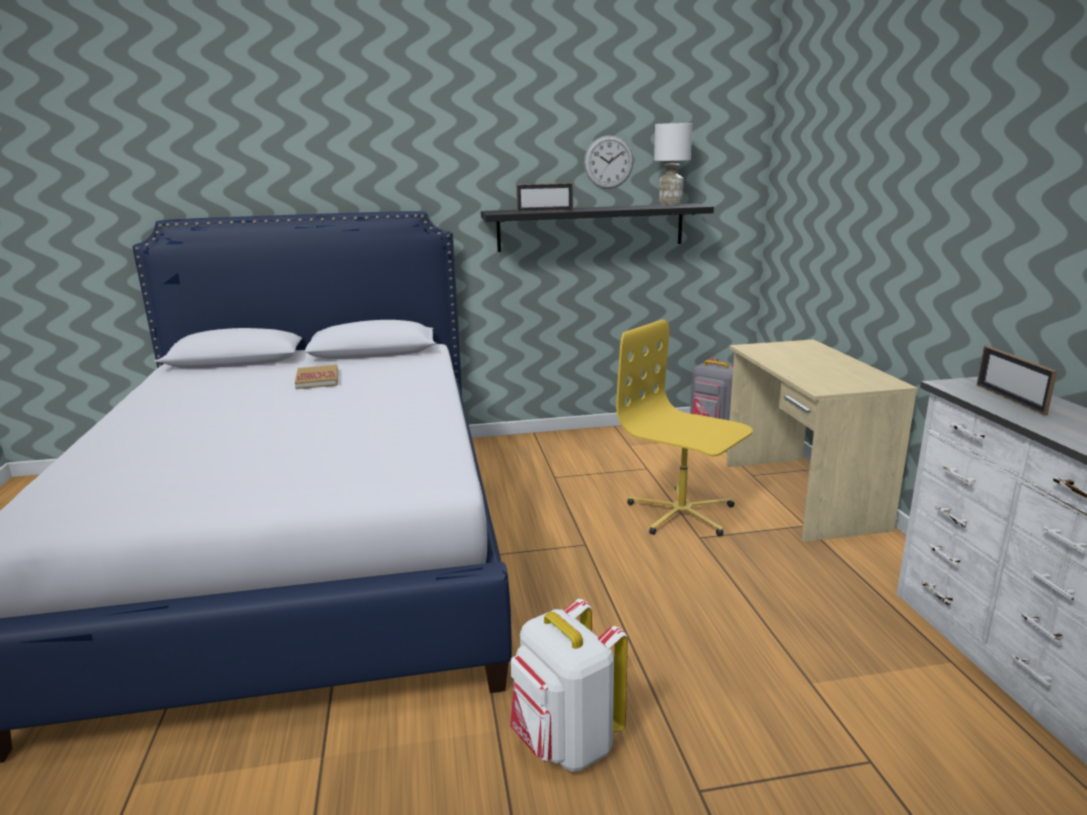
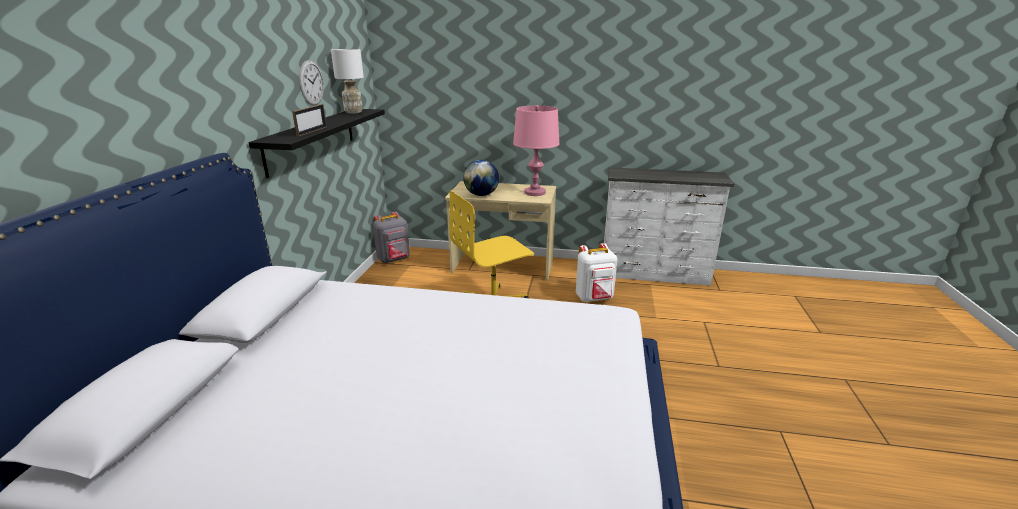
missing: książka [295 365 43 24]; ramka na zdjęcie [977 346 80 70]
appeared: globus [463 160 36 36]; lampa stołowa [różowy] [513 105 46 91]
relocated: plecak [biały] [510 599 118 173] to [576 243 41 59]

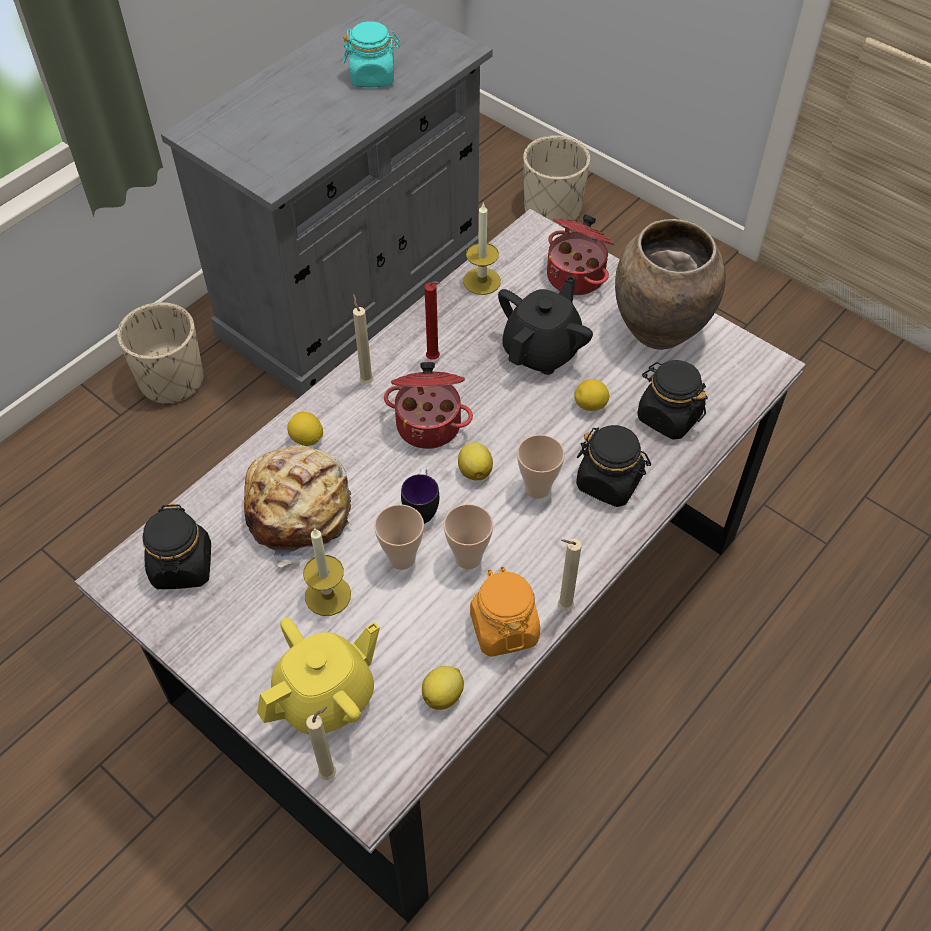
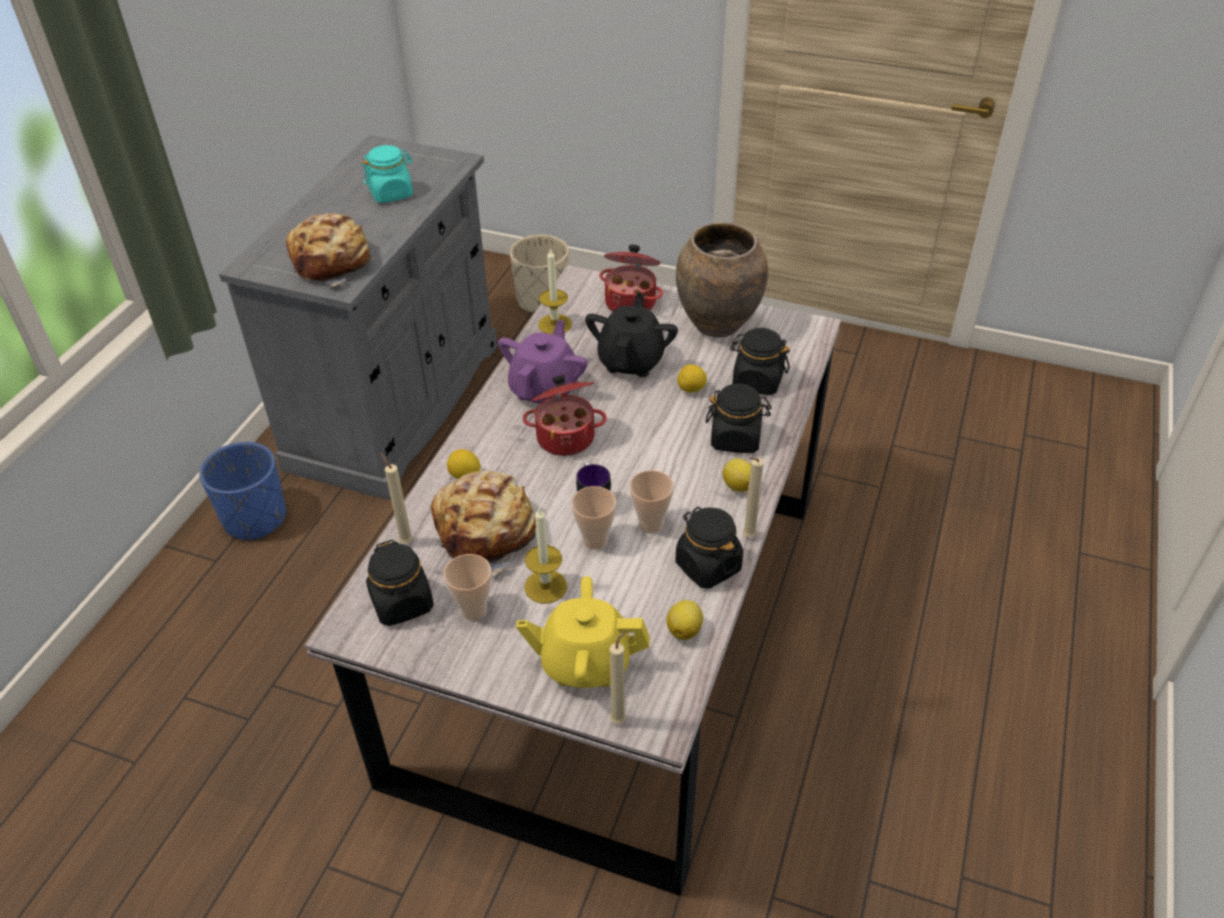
appeared: chleb [286 213 88 74]
relocated: świeca [beżowy] [353 294 20 90] to [381 453 32 91]; filiżanka [517 435 48 64] to [444 554 48 66]; cytryna [458 442 35 39] to [723 458 28 34]
exchanged: świeca [czerwony] [424 281 16 79] to imbryk [fioletowy] [498 320 90 84]
colour: donica [beżowy] [117 302 87 103] to donica [niebieski] [199 442 87 99]; słoik [pomarańczowy] [470 567 70 90] to słoik [czarny] [675 507 68 82]
spun: imbryk [żółty] [257 618 123 116] = [517 576 133 112] 120 degrees counterclockwise

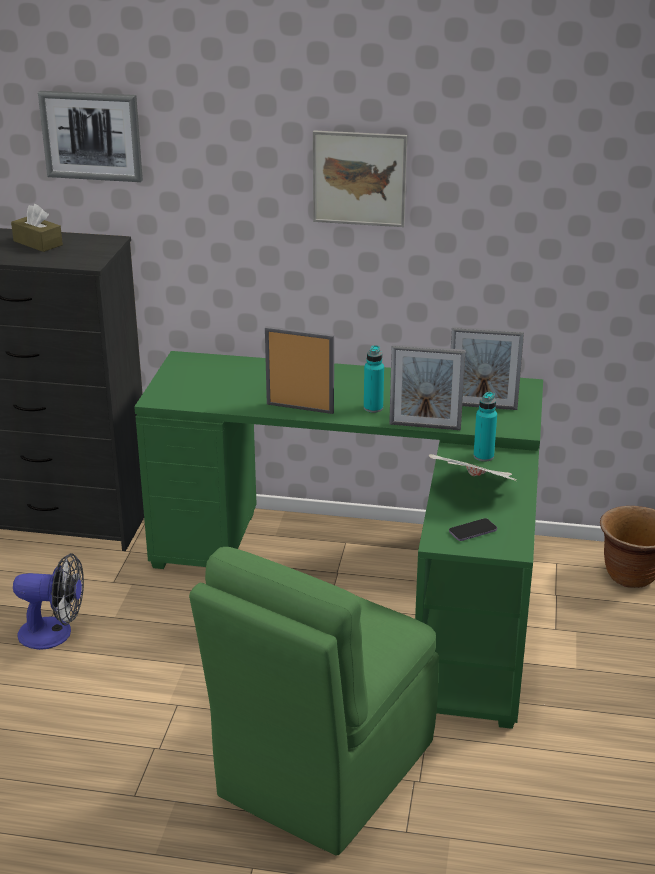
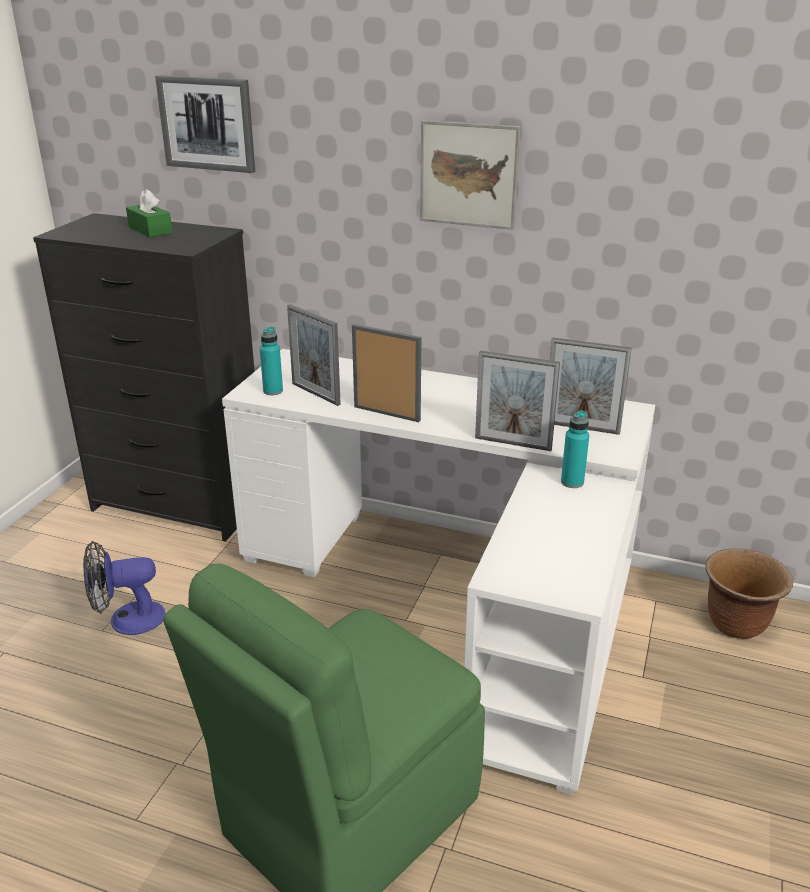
missing: gazeta [429 454 88 26]; telefon [449 518 48 23]
appeared: ramka na zdjęcie [287 304 54 102]
relocated: butelka [turkusowy] [364 345 20 68] to [260 327 23 68]
colour: pudełko chusteczek [brązowy] [11 204 52 48] to pudełko chusteczek [zielony] [126 189 47 48]; biurko [zielony] [134 351 409 378] to biurko [biały] [222 349 433 446]
spun: wentylator [13 553 71 97] = [83 541 82 94] 150 degrees clockwise

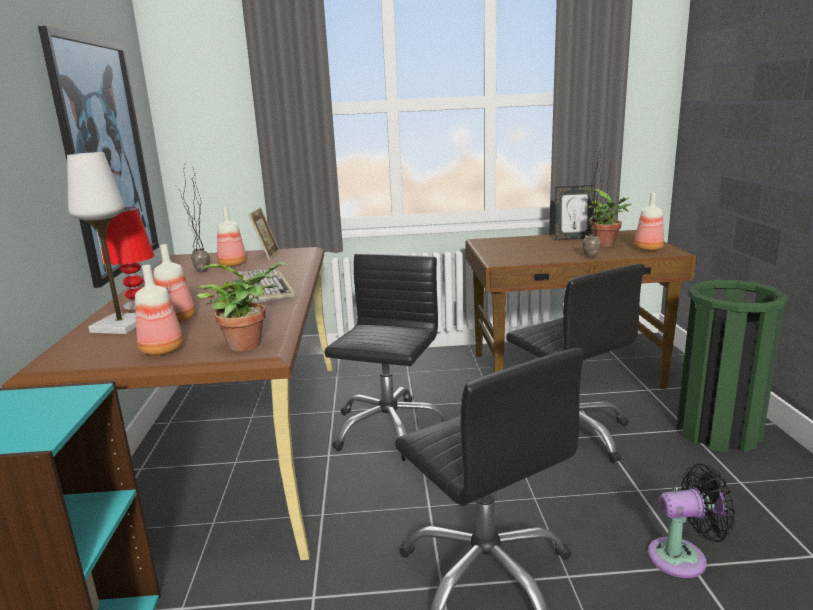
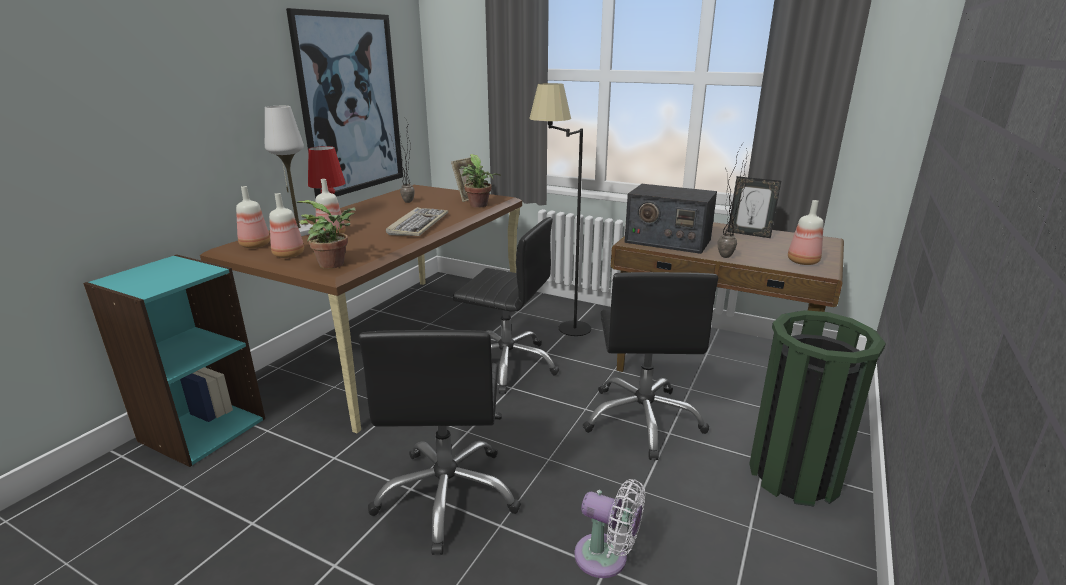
appeared: lampa stojąca [czarny] [529 83 62 253]; radio [624 184 93 70]
relocated: butelka [217 207 29 60] to [236 186 34 62]; roślina doniczkowa [588 189 44 58] to [459 154 42 54]
colour: wentylator [czarny] [648 463 87 115] to wentylator [biały] [574 479 71 99]
spun: krzesło biurowe [czarny] [324 254 125 207] = [453 217 106 177] 60 degrees clockwise

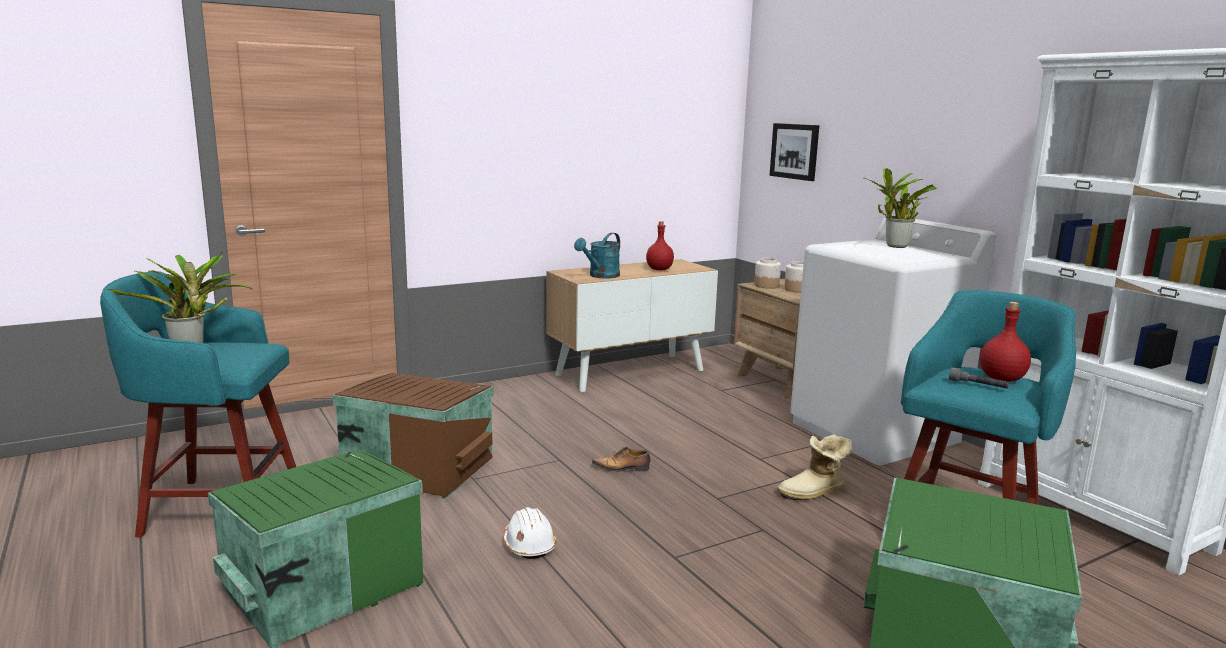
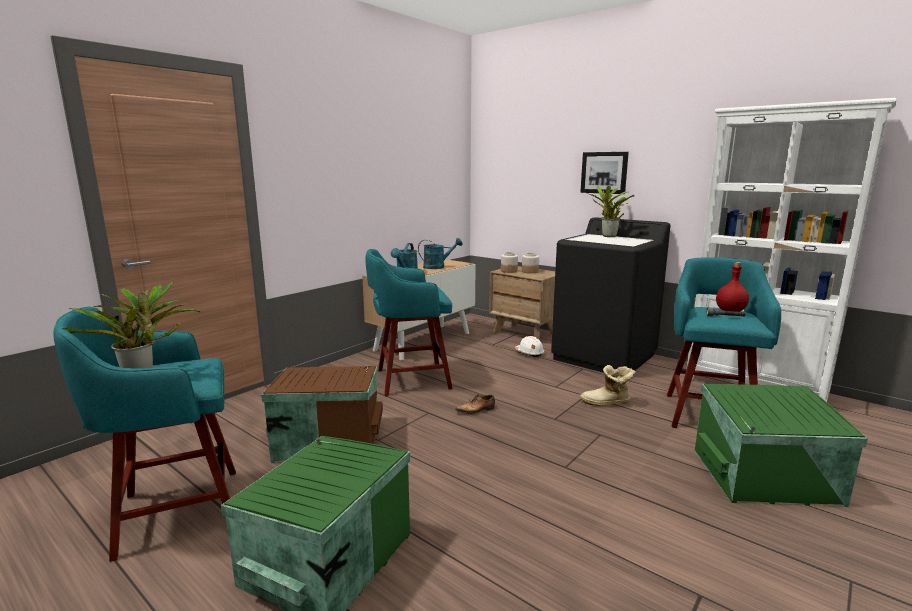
appeared: stołek [turkusowy] [365 249 88 147]
relocated: kask [biały] [503 507 54 52] to [515 336 30 21]; obraz [769 123 50 58] to [580 152 49 42]
exchanged: butelka [czerwony] [646 221 28 49] to konewka [turkusowy] [418 238 45 31]
colour: pralka [biały] [790 215 206 250] to pralka [czarny] [551 217 120 156]
spun: but z cholewką [777 434 76 66] = [580 365 56 41] 45 degrees clockwise

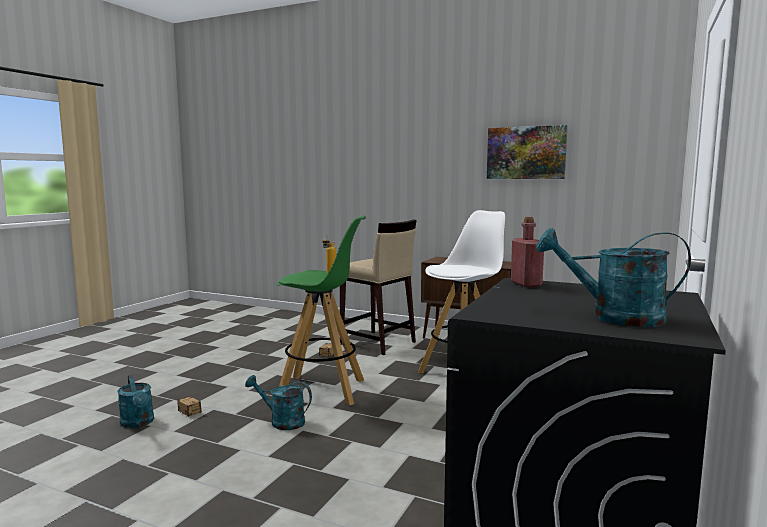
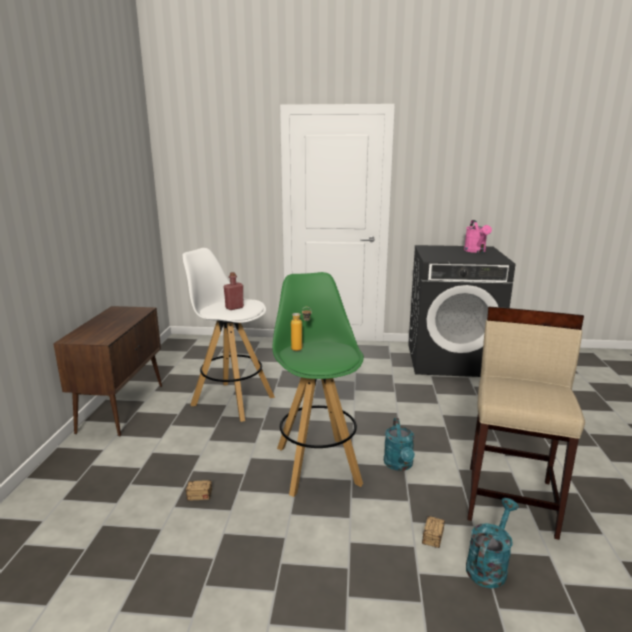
missing: obraz [487 125 81 54]
relocated: butelka [czerwony] [511 217 33 70] to [224 272 20 38]; stołek [beżowy] [340 219 77 136] to [467 306 118 234]
colour: konewka [turkusowy] [536 228 155 99] to konewka [różowy] [464 220 28 33]

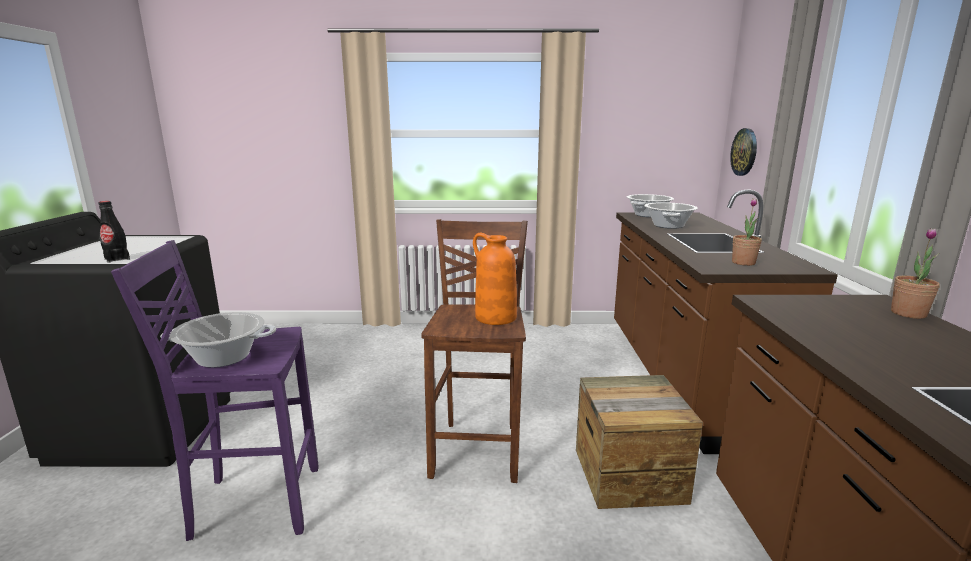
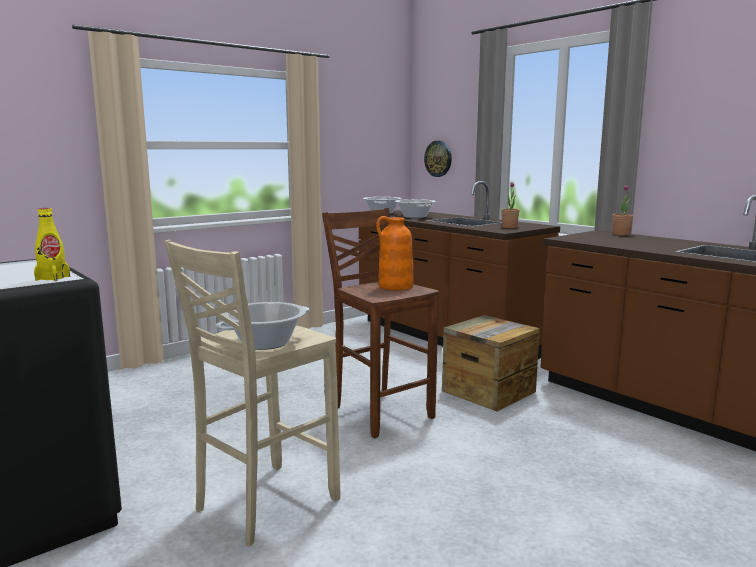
colour: butelka [czarny] [98 201 32 62] to butelka [żółty] [34 208 36 73]; stołek [fioletowy] [111 240 208 301] to stołek [beżowy] [164 240 177 306]

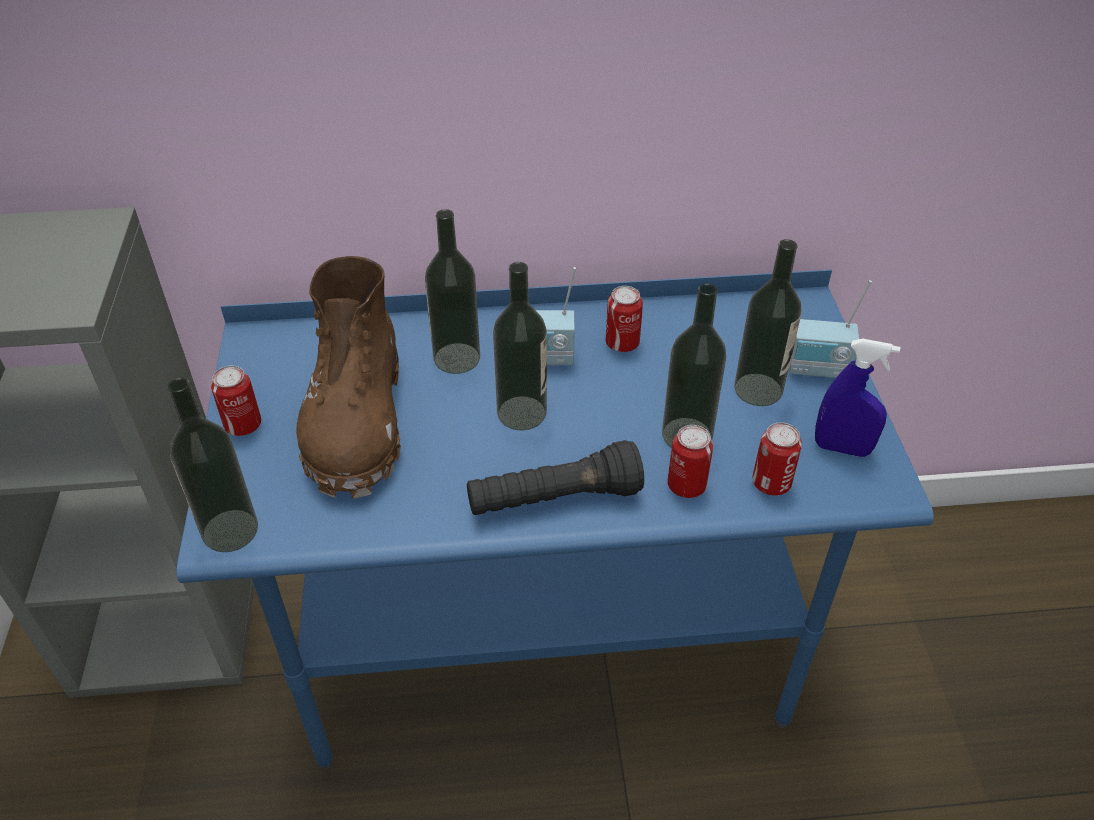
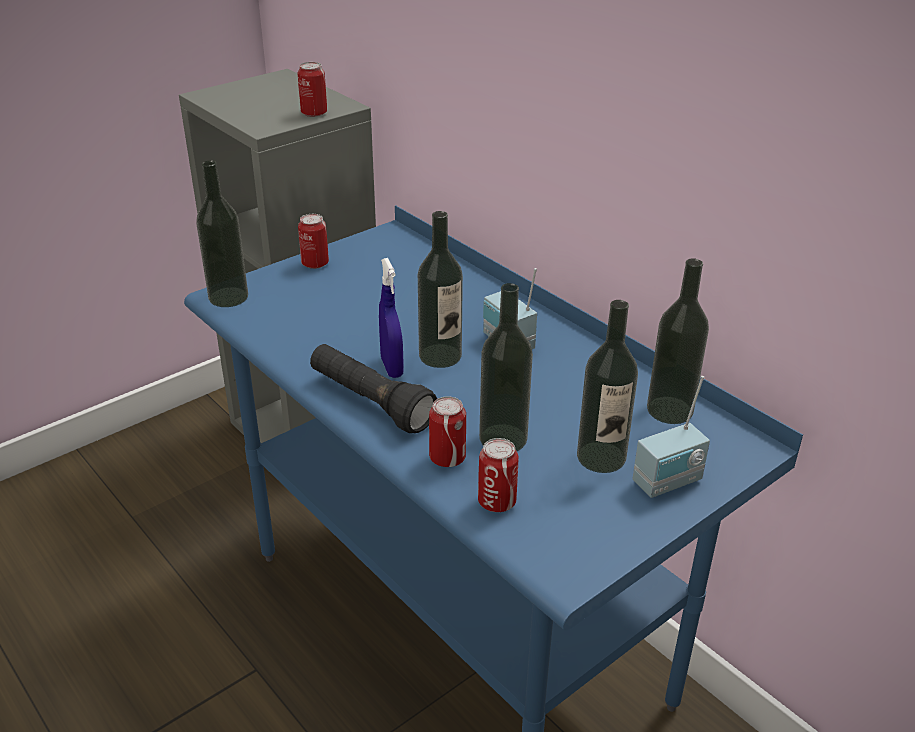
missing: but z cholewką [brązowy] [296 256 105 243]
relocated: puszka [606 286 37 66] to [298 62 29 55]; spryskiwacz [niebieski] [815 339 86 118] to [379 258 25 120]; butelka [425 209 55 165] to [647 258 62 166]
spun: radio [788 280 84 98] = [633 376 77 122] 90 degrees counterclockwise

